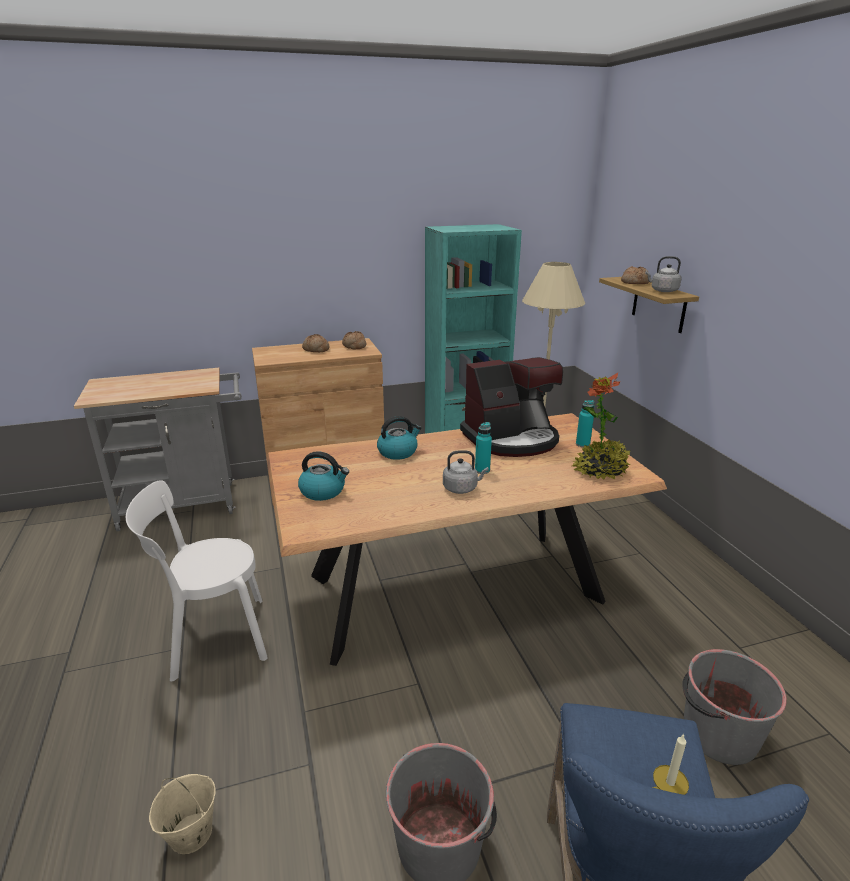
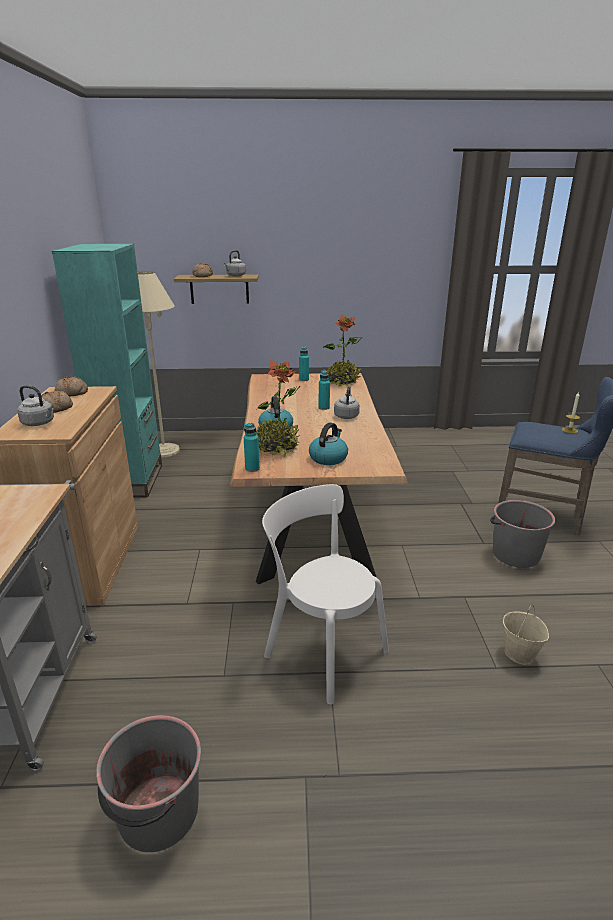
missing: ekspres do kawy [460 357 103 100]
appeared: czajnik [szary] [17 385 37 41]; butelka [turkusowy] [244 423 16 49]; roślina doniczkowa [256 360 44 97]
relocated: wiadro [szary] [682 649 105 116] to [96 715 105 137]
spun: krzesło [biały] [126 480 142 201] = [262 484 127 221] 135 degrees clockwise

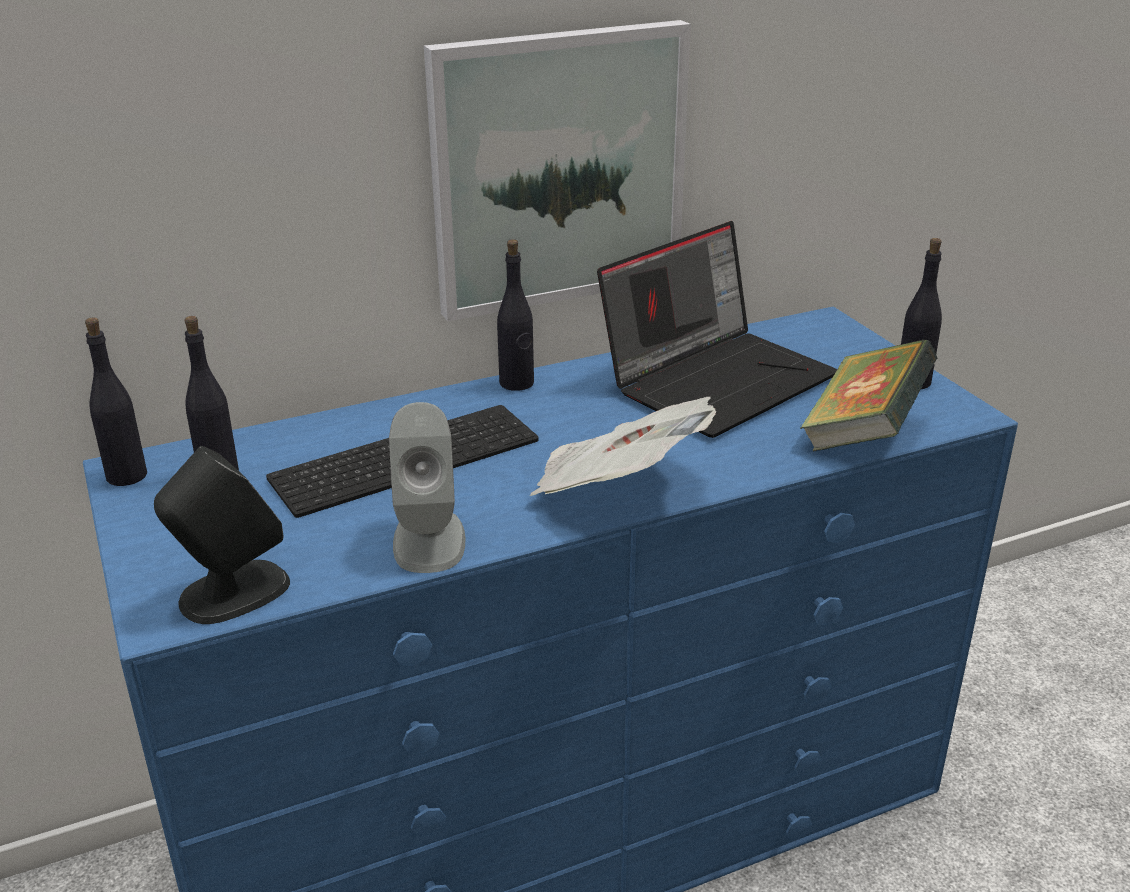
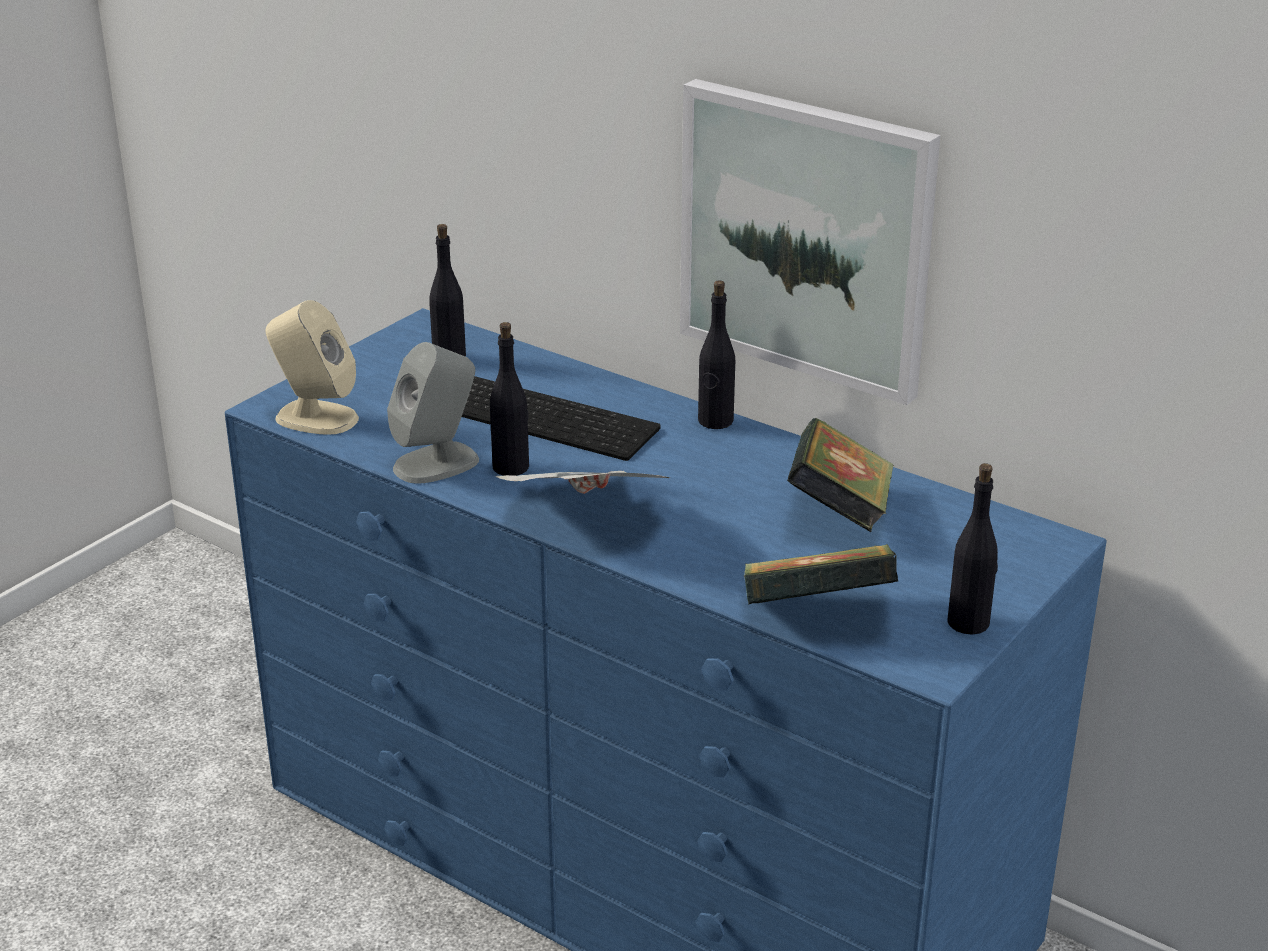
relocated: butelka [czarny] [85 317 62 169] to [490 322 39 154]
exchanged: laptop [597 221 240 217] to książka [787 418 107 114]
colour: głośnik [czarny] [154 446 136 178] to głośnik [beżowy] [265 300 94 135]

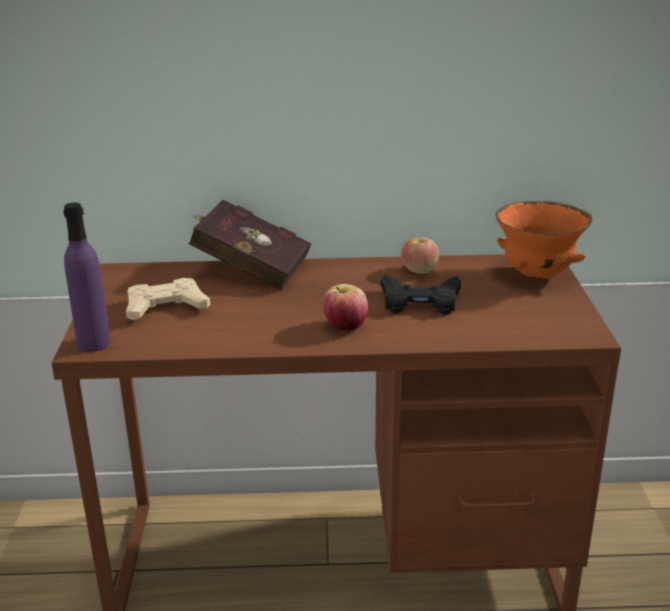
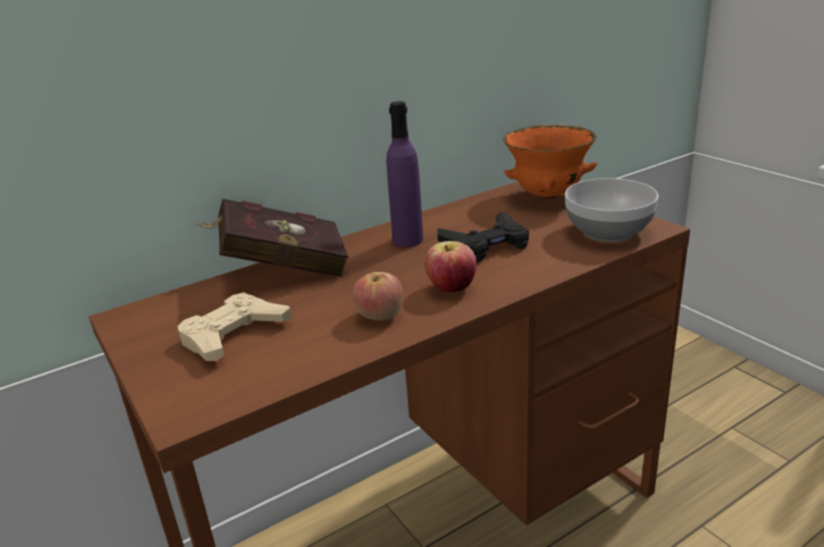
appeared: miska [565 178 94 64]
relocated: jabłko [401 238 38 36] to [352 272 51 48]; butelka [fioletowy] [63 203 48 149] to [386 101 37 146]

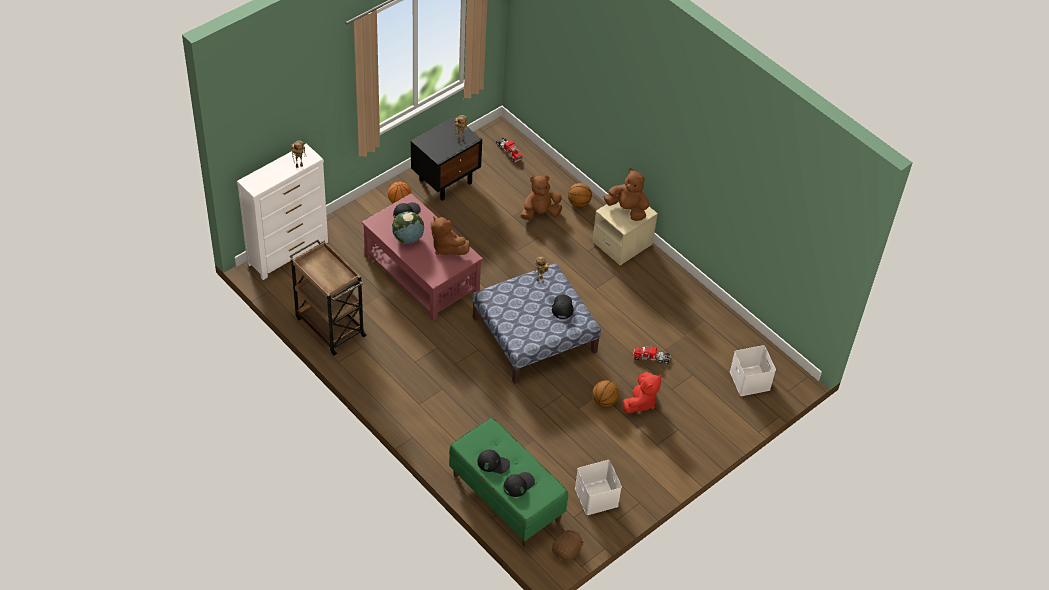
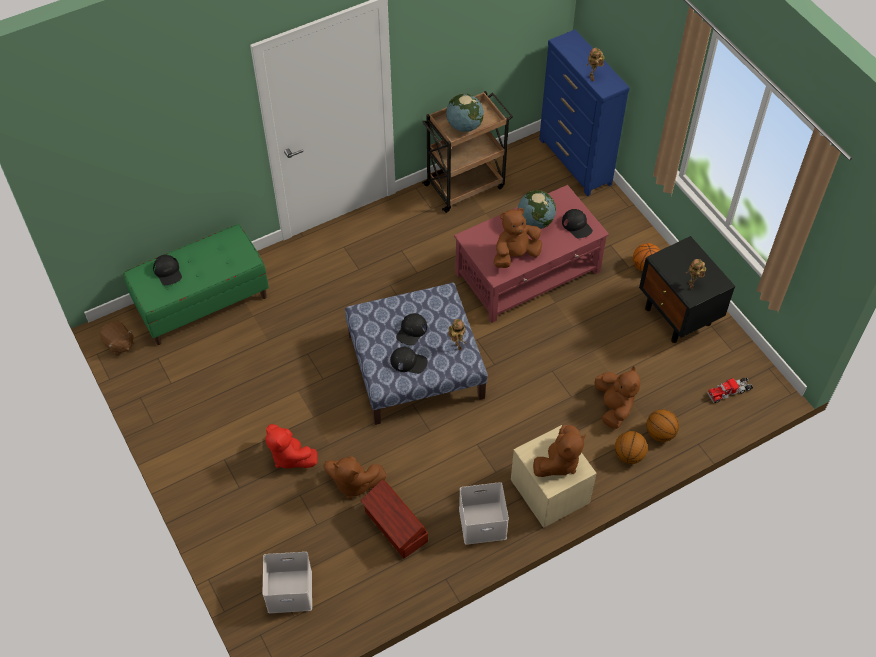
appeared: pojemnik do przechowywania [brązowy] [360 480 68 79]; globus [446 94 38 38]
relocated: czapka z daszkiem [czarny] [477 449 33 25] to [396 313 31 32]; pojemnik do przechowywania [biały] [575 460 47 55] to [459 482 50 63]; piłka do koszykówki [592 380 27 27] to [646 409 33 33]
exchanged: ciężarówka zabawkowa [633 346 38 18] to pluszak [brązowy] [323 456 64 43]
colour: komoda [biały] [237 144 91 136] to komoda [niebieski] [539 30 91 166]

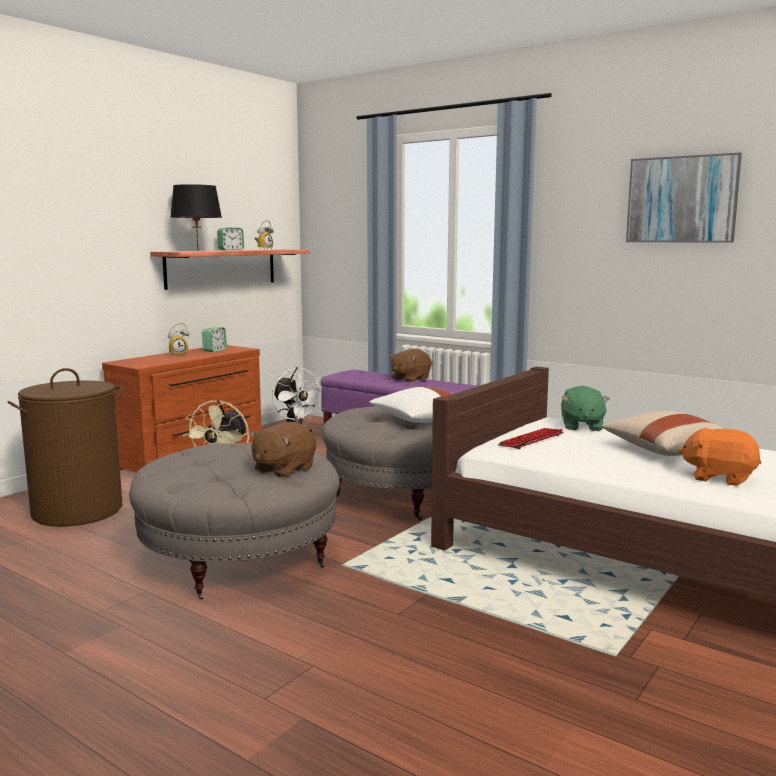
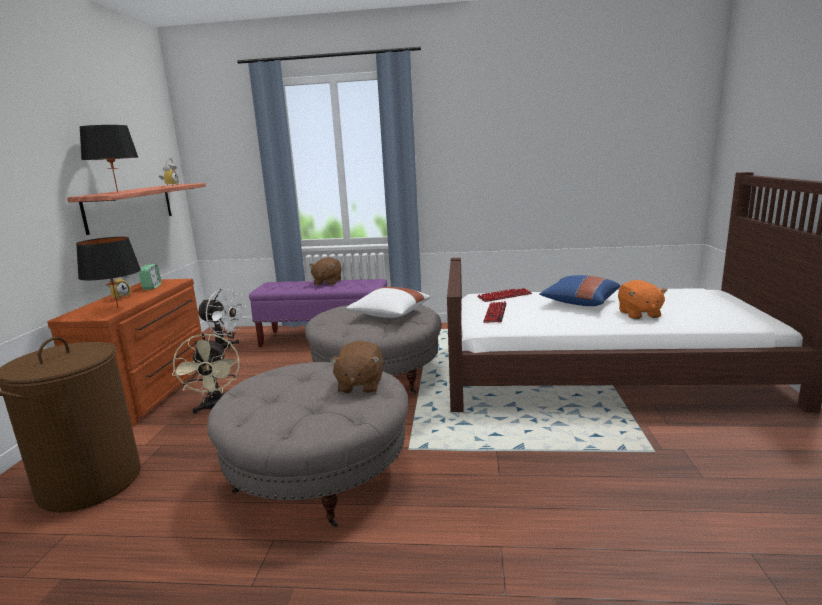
missing: budzik [217 227 27 23]; obraz [626 153 116 90]
appeared: lampa stołowa [czarny] [76 237 65 71]
exchanged: pluszak [zielony] [561 386 49 45] to klawiatura [477 288 55 14]
colour: poduszka [beżowy] [601 411 125 45] to poduszka [niebieski] [539 275 81 31]
spun: pluszak [pomarańczowy] [679 428 82 58] = [618 280 50 39] 90 degrees counterclockwise

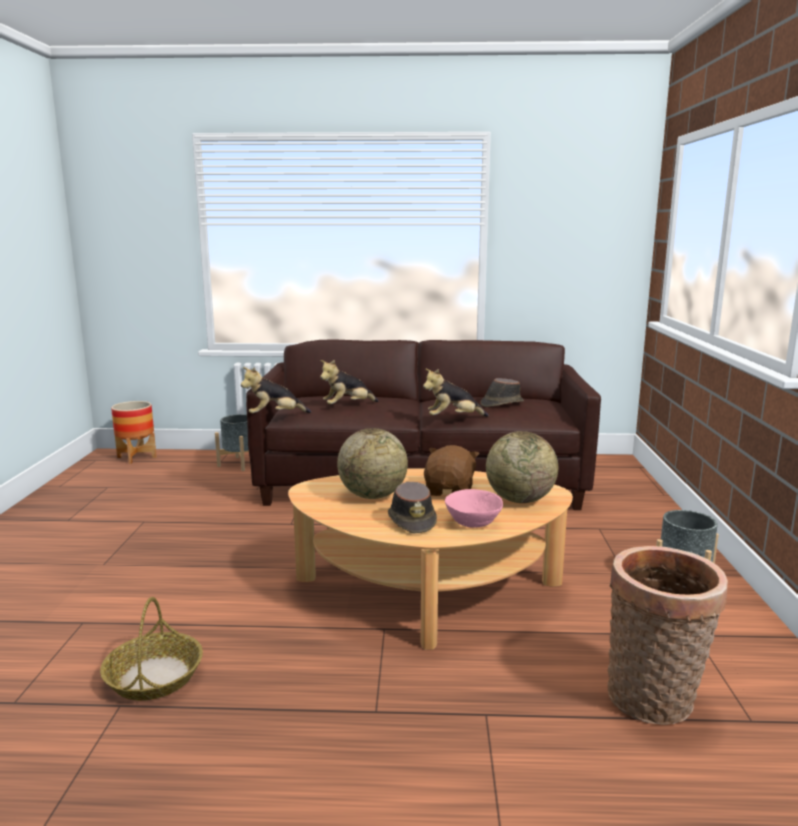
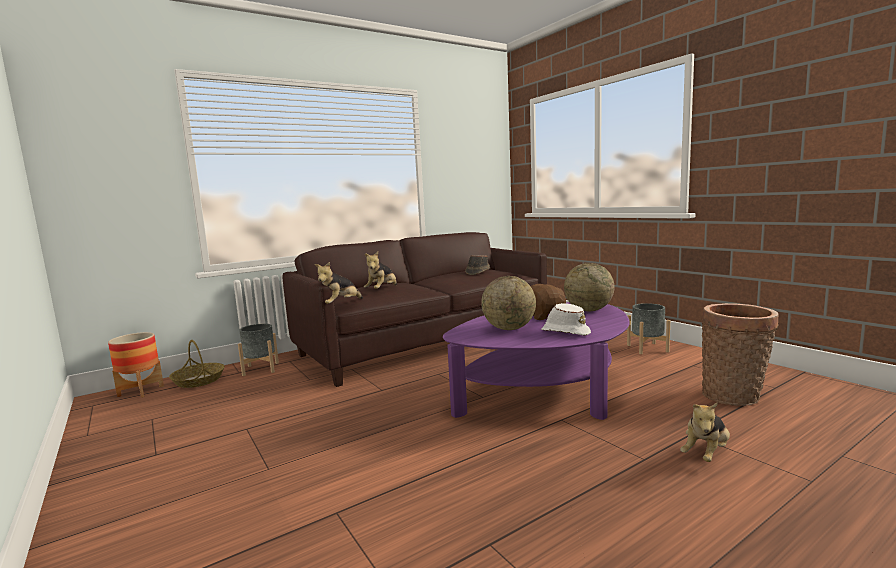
missing: miska [różowy] [445 489 58 39]
relocated: koszyk [100 597 103 103] to [169 340 56 48]; pluszak [423 368 66 49] to [680 402 50 60]
colour: ława [beżowy] [288 468 285 182] to ława [fioletowy] [443 302 187 118]; kapelusz [brązowy] [388 482 49 52] to kapelusz [biały] [541 303 50 33]

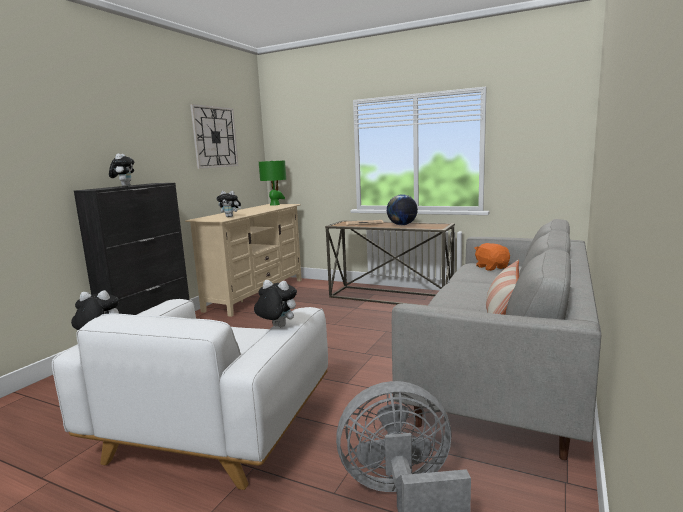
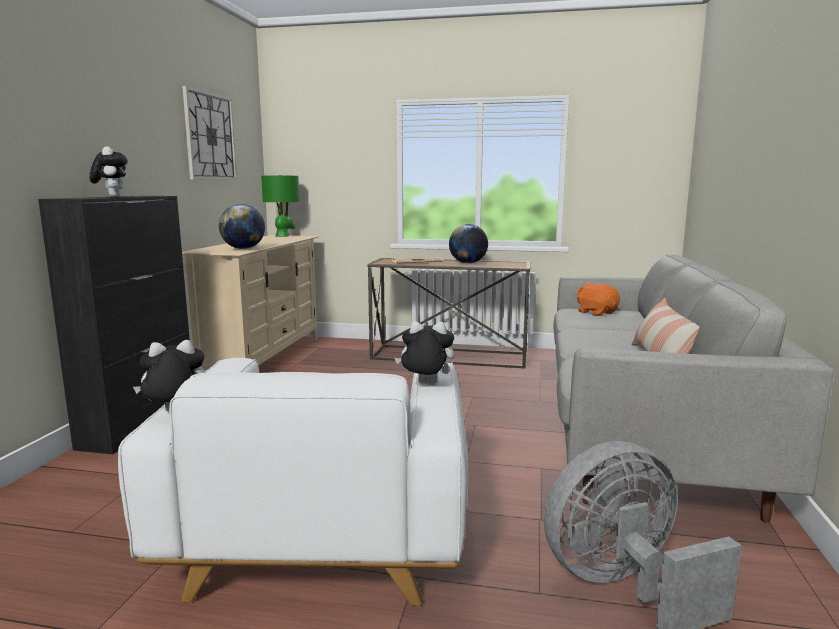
exchanged: pluszak [217 191 24 26] to globus [219 204 46 45]

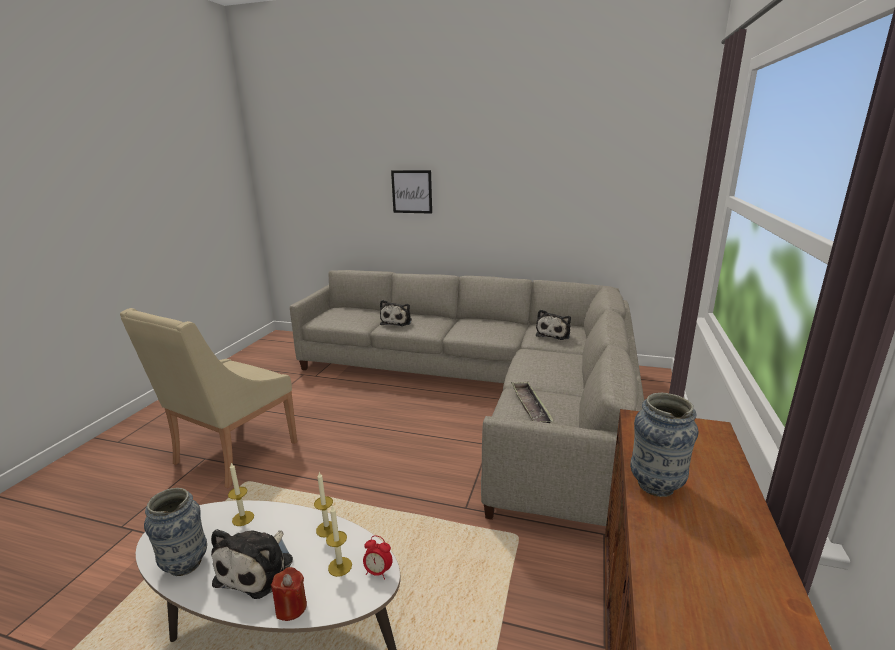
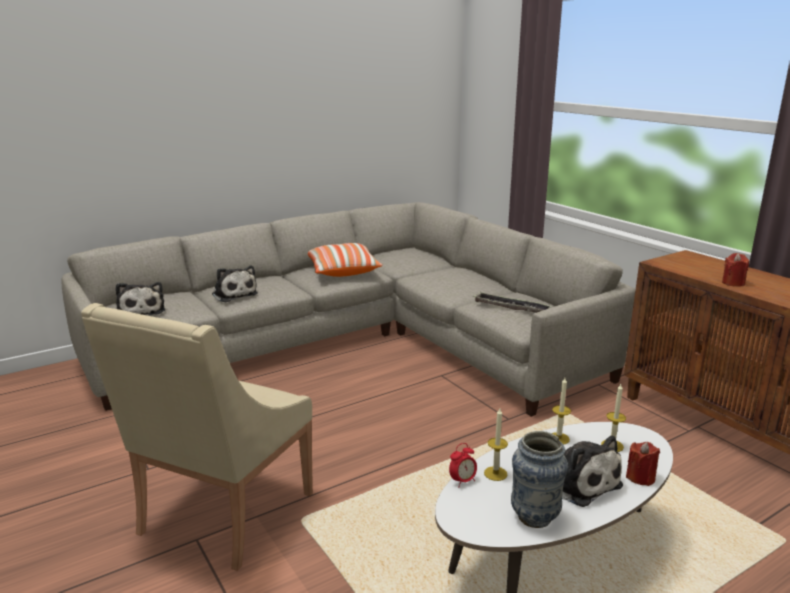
missing: obraz [391 170 41 44]
appeared: poduszka [308 243 74 34]
relocated: pluszak [536 309 35 31] to [116 282 49 33]; budzik [363 536 30 44] to [449 443 28 43]
exchanged: wazon [630 393 68 104] to świeca [czerwony] [722 253 27 34]
spun: fotel [beżowy] [120 308 177 180] = [81 303 232 268] 45 degrees clockwise

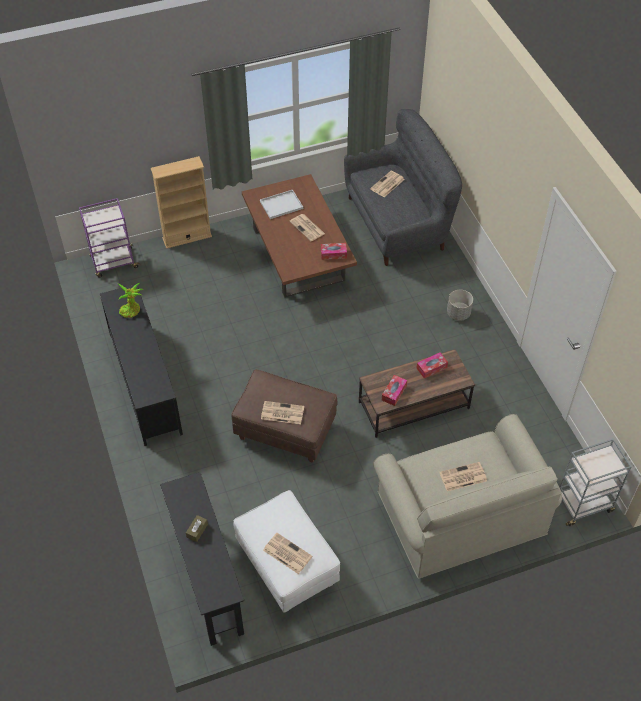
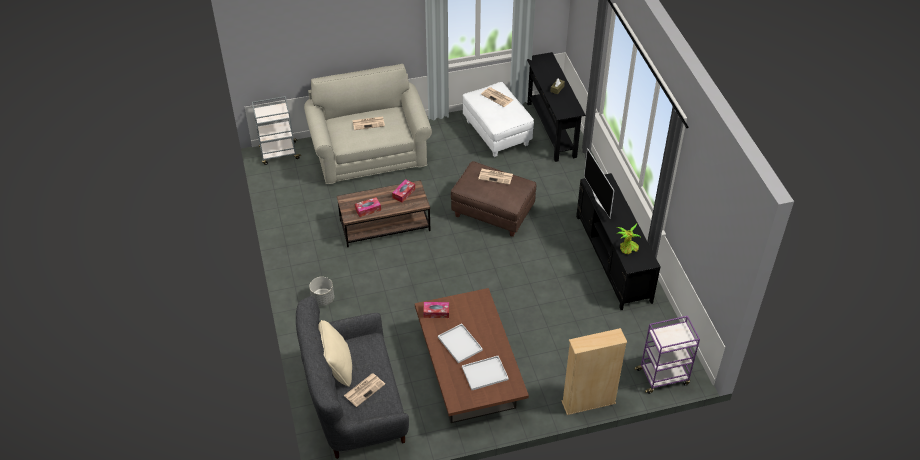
appeared: poduszka [beżowy] [319 320 33 67]; telewizor [584 148 30 70]
exchanged: gazeta [289 214 36 27] to taca [biały] [438 323 45 40]

